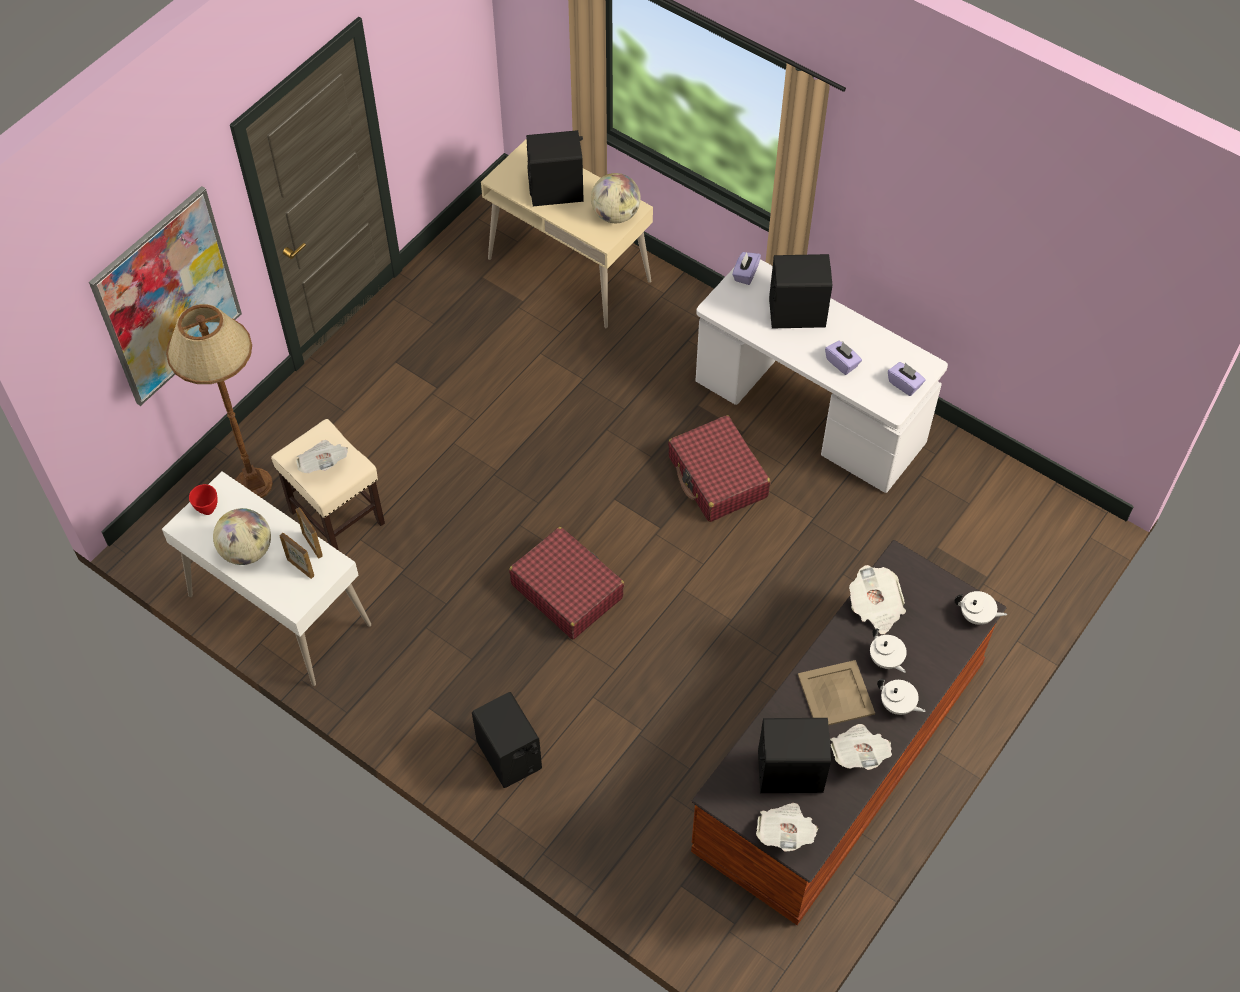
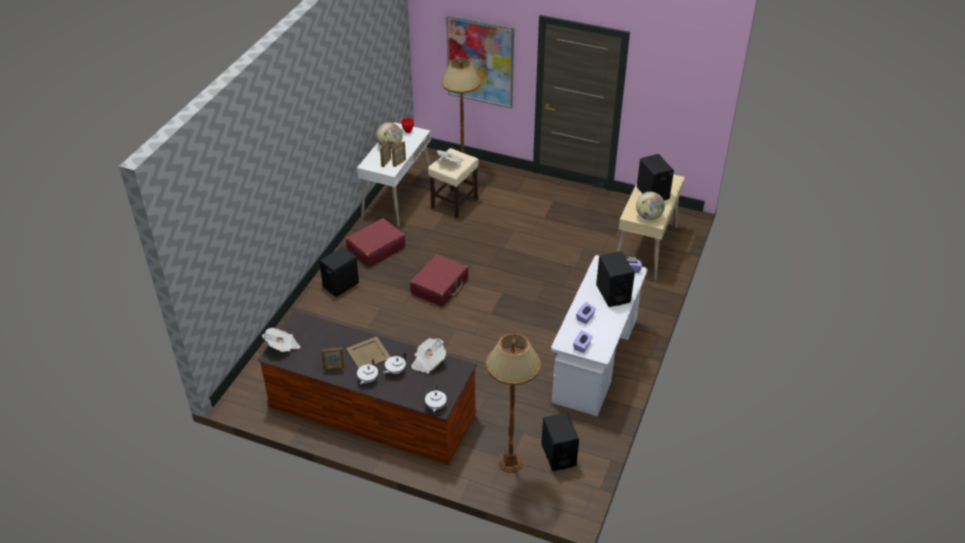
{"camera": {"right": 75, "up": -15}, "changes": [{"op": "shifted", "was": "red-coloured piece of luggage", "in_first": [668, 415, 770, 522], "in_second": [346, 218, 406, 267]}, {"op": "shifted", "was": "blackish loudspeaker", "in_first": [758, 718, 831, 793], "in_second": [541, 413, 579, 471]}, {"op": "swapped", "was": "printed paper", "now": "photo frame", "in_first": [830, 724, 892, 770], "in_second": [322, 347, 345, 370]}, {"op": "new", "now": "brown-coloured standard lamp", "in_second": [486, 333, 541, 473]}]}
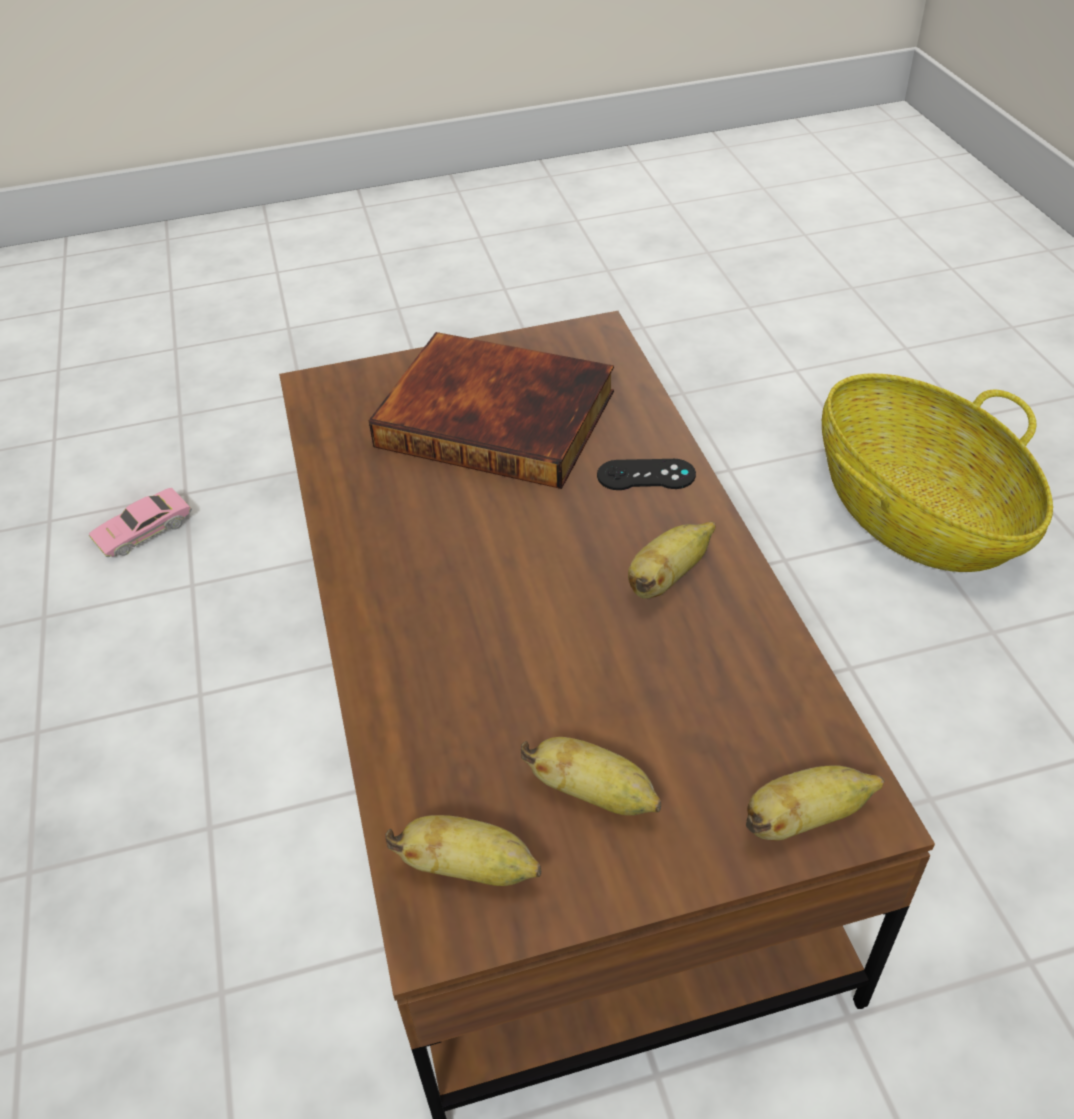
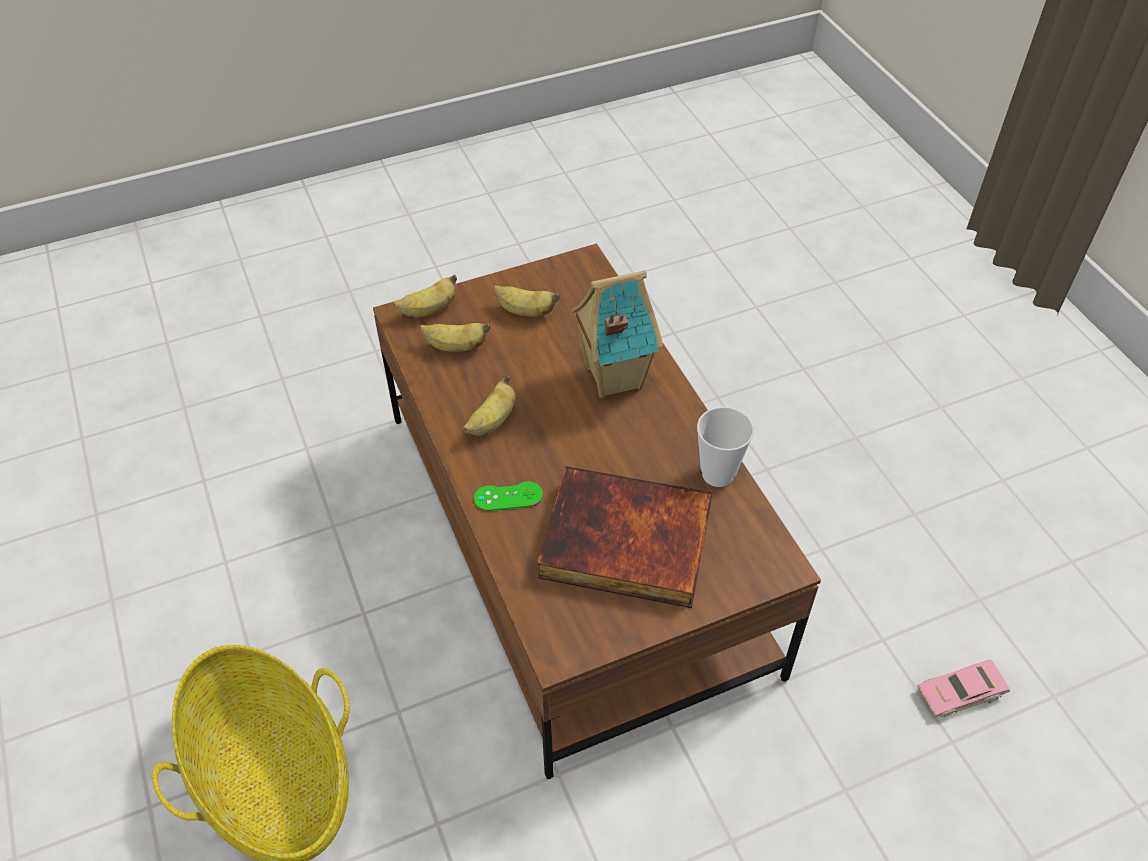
{"camera": {"right": 170, "up": 5}, "changes": [{"op": "rotated", "was": "pinkish model car", "in_first": [89, 488, 192, 557], "in_second": [917, 660, 1010, 717], "clockwise": -150}, {"op": "shifted", "was": "banana fruit", "in_first": [385, 815, 541, 886], "in_second": [420, 323, 491, 352]}, {"op": "repainted", "was": "blackish gamepad", "now": "green gamepad", "in_first": [597, 459, 696, 490], "in_second": [474, 481, 543, 511]}, {"op": "new", "now": "model house", "in_second": [571, 270, 663, 398]}, {"op": "new", "now": "small cup", "in_second": [697, 407, 754, 487]}]}
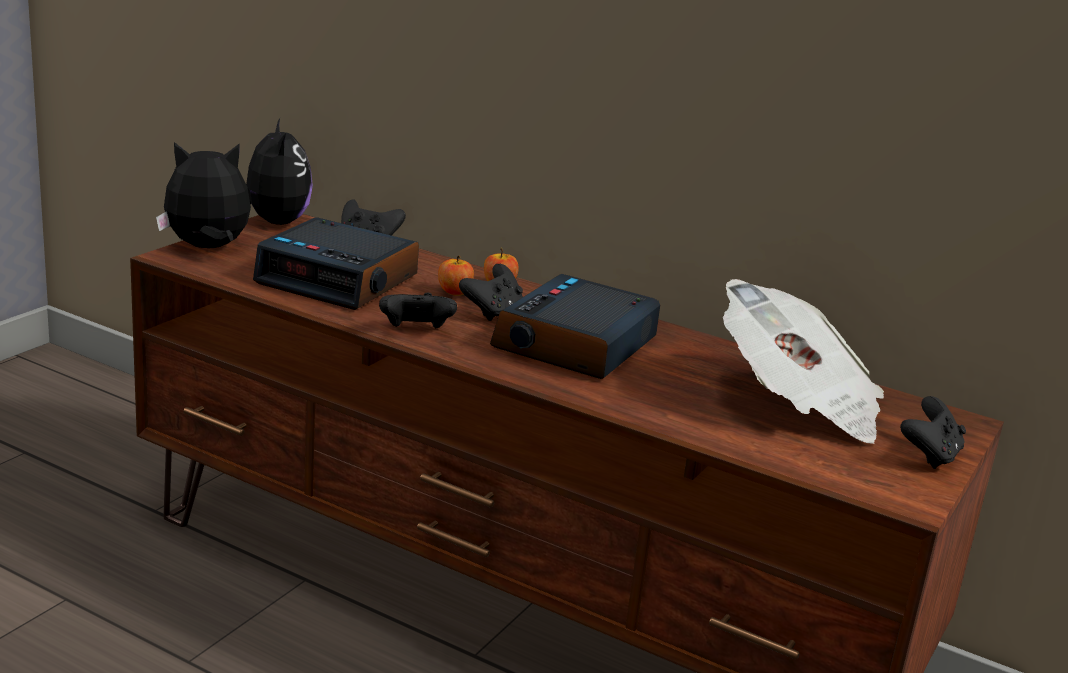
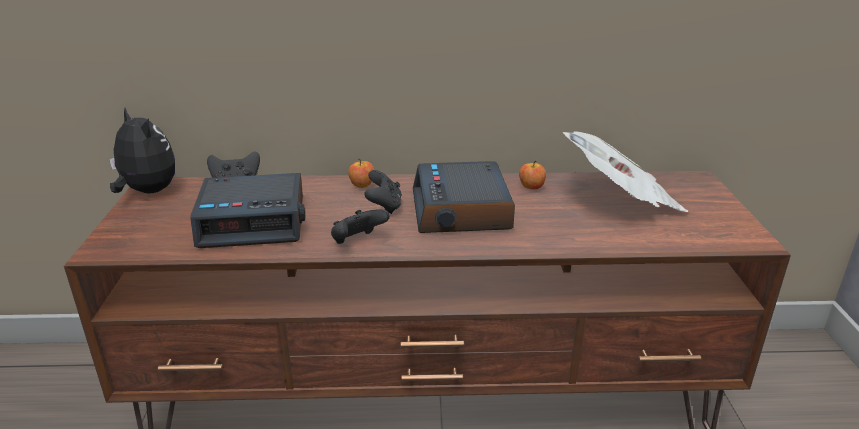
{"camera": {"right": -30, "up": 5}, "changes": [{"op": "gone", "was": "soft toy", "in_first": [156, 142, 251, 248]}, {"op": "shifted", "was": "whole apple", "in_first": [438, 256, 474, 296], "in_second": [519, 161, 546, 190]}, {"op": "gone", "was": "blackish gamepad", "in_first": [900, 396, 966, 469]}]}
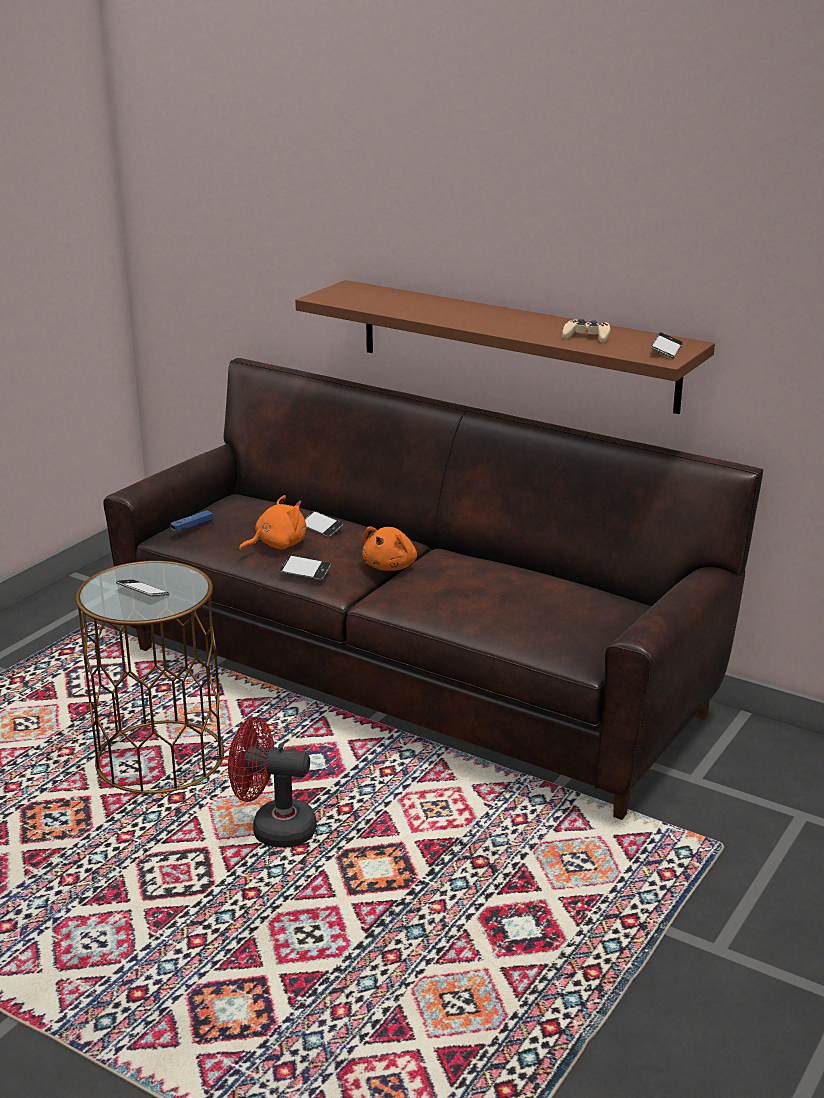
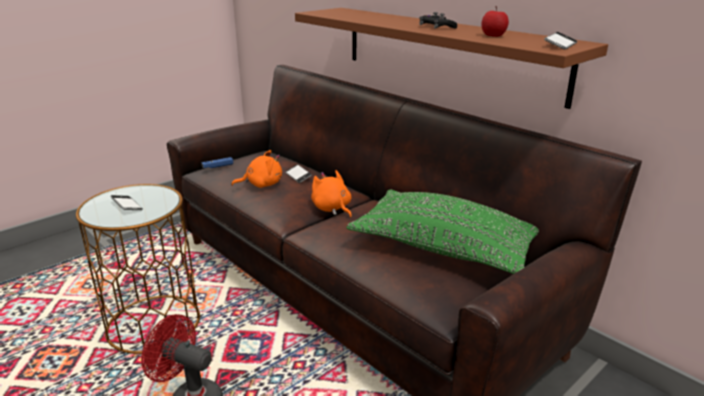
{"camera": {"right": 15, "up": 0}, "changes": [{"op": "gone", "was": "telephone", "in_first": [280, 555, 331, 580]}, {"op": "rotated", "was": "orangey soft toy", "in_first": [362, 526, 417, 571], "in_second": [311, 170, 352, 218], "clockwise": 105}, {"op": "swapped", "was": "beige gamepad", "now": "whole apple", "in_first": [562, 319, 611, 343], "in_second": [481, 6, 509, 37]}, {"op": "new", "now": "green cushion", "in_second": [346, 189, 539, 274]}, {"op": "new", "now": "blackish gamepad", "in_second": [419, 12, 457, 29]}]}
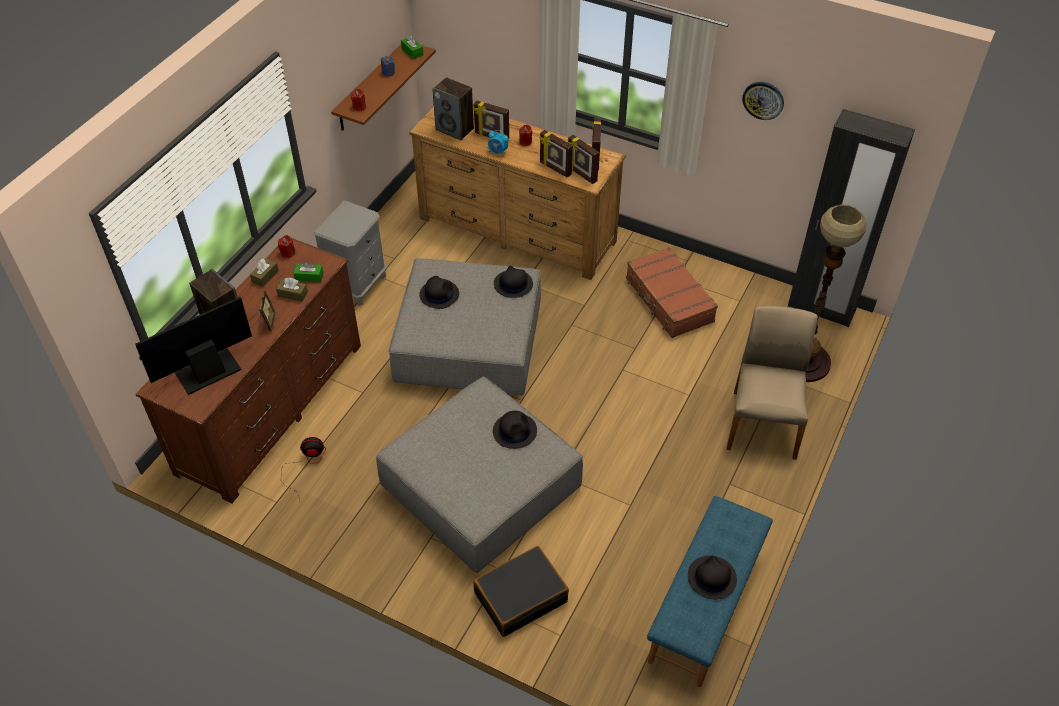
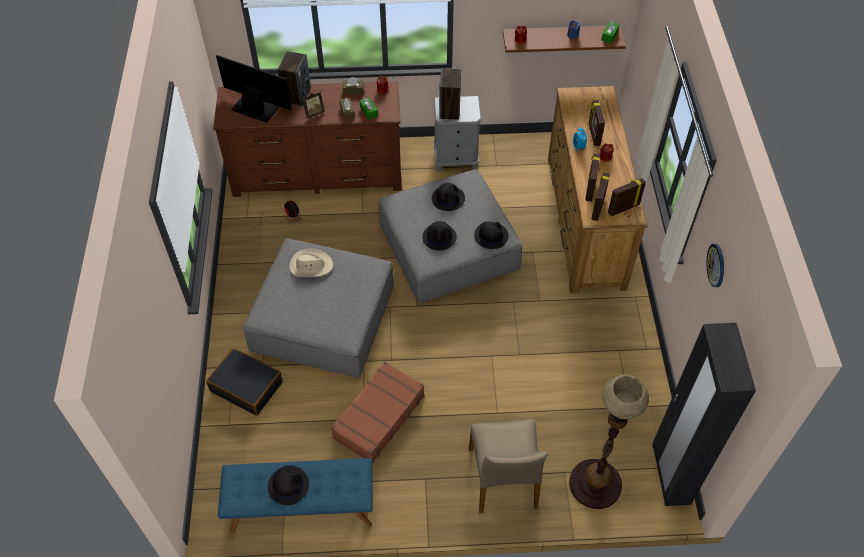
{"camera": {"right": 60, "up": 5}, "changes": [{"op": "shifted", "was": "loudspeaker", "in_first": [432, 77, 474, 140], "in_second": [439, 68, 461, 119]}, {"op": "shifted", "was": "blackish clothing hat", "in_first": [493, 411, 537, 449], "in_second": [422, 221, 457, 251]}, {"op": "shifted", "was": "brown-coloured piece of luggage", "in_first": [626, 247, 718, 338], "in_second": [331, 362, 425, 463]}, {"op": "rotated", "was": "beige chair", "in_first": [727, 305, 818, 460], "in_second": [469, 419, 548, 514], "clockwise": 105}, {"op": "new", "now": "beige clothing hat", "in_second": [289, 248, 334, 277]}]}
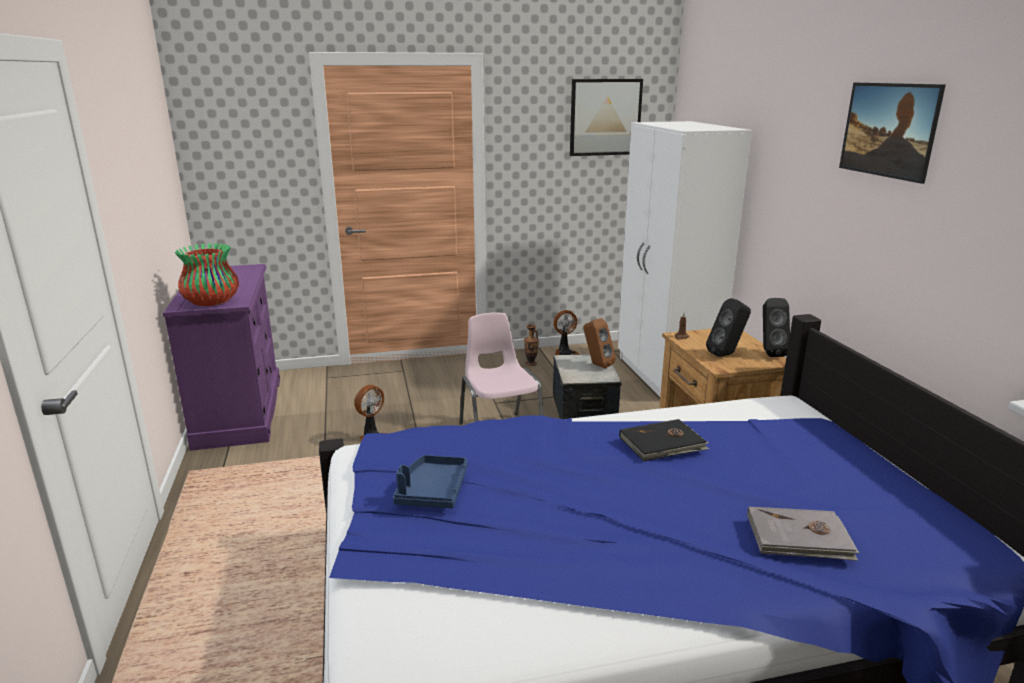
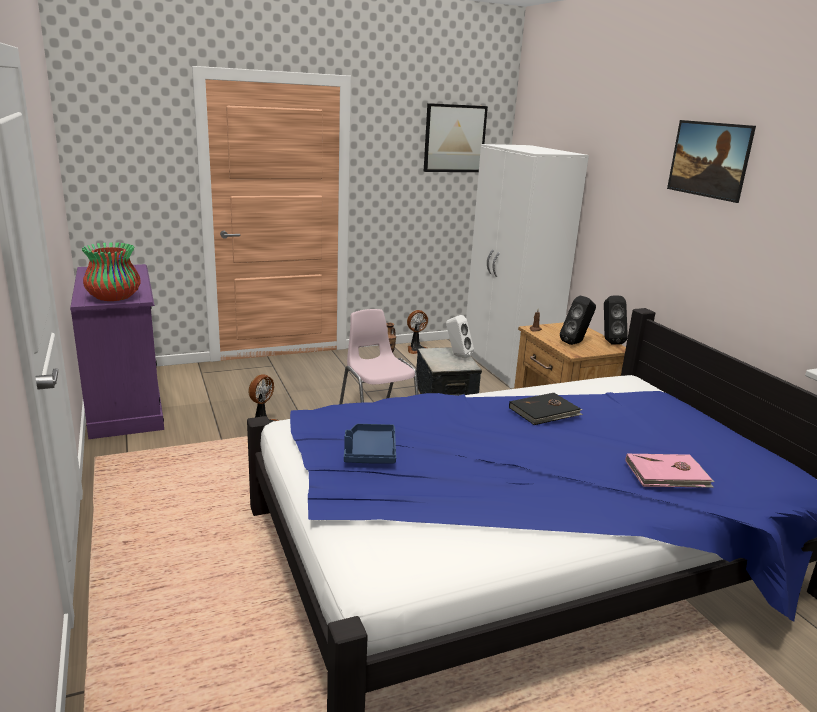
{"camera": {"right": -10, "up": 0}, "changes": [{"op": "repainted", "was": "brown-coloured loudspeaker", "now": "white-coloured loudspeaker", "in_first": [584, 318, 616, 368], "in_second": [446, 315, 474, 359]}, {"op": "repainted", "was": "greyish bound book", "now": "pinkish bound book", "in_first": [747, 507, 859, 561], "in_second": [625, 454, 715, 488]}]}
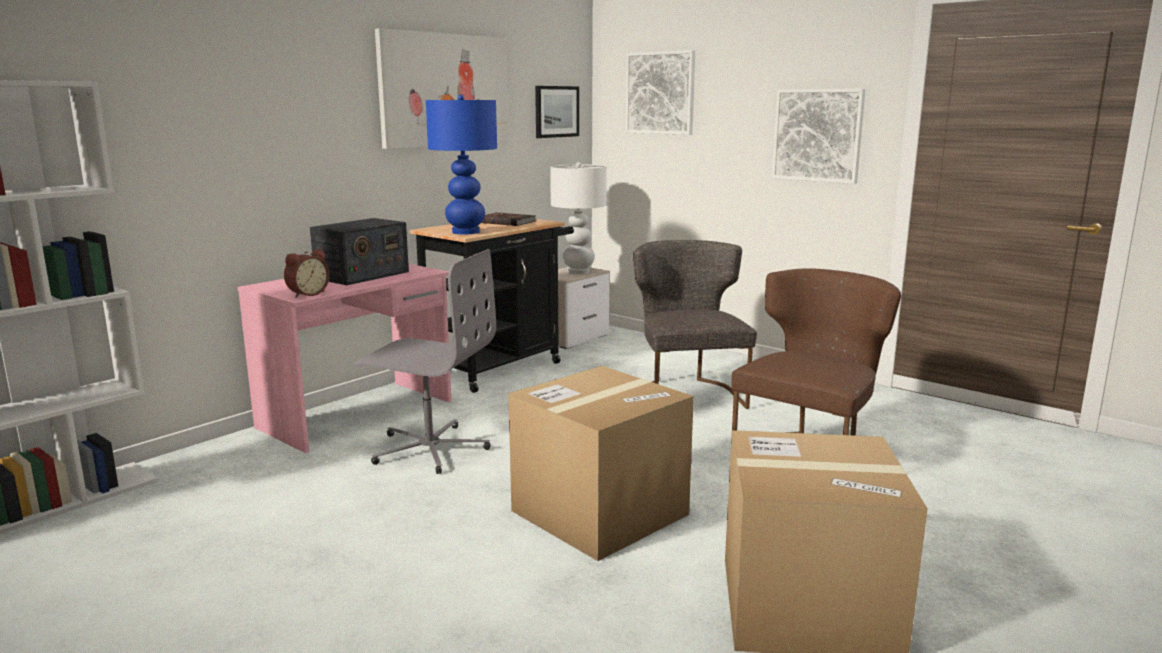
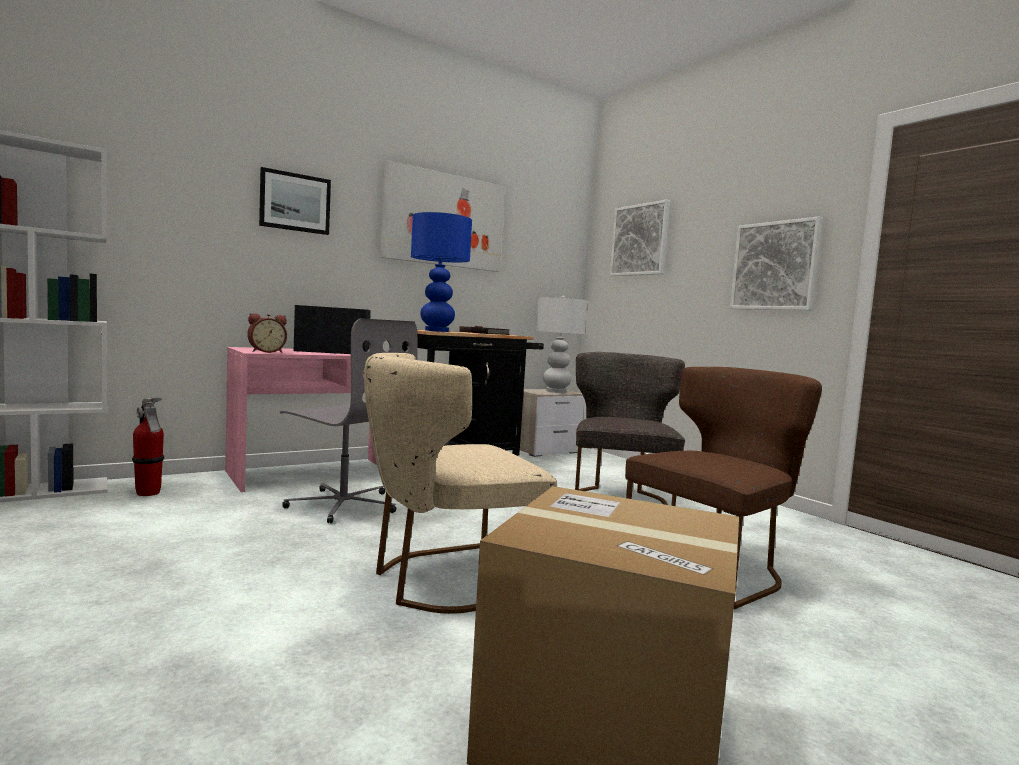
{"camera": {"right": 15, "up": -10}, "changes": [{"op": "rotated", "was": "radio set", "in_first": [310, 218, 409, 285], "in_second": [294, 305, 371, 354], "clockwise": -150}, {"op": "swapped", "was": "packing box", "now": "beige chair", "in_first": [508, 366, 694, 561], "in_second": [364, 353, 557, 614]}, {"op": "shifted", "was": "wall art", "in_first": [535, 86, 579, 138], "in_second": [259, 167, 331, 235]}, {"op": "new", "now": "extinguisher", "in_second": [132, 398, 165, 496]}]}
